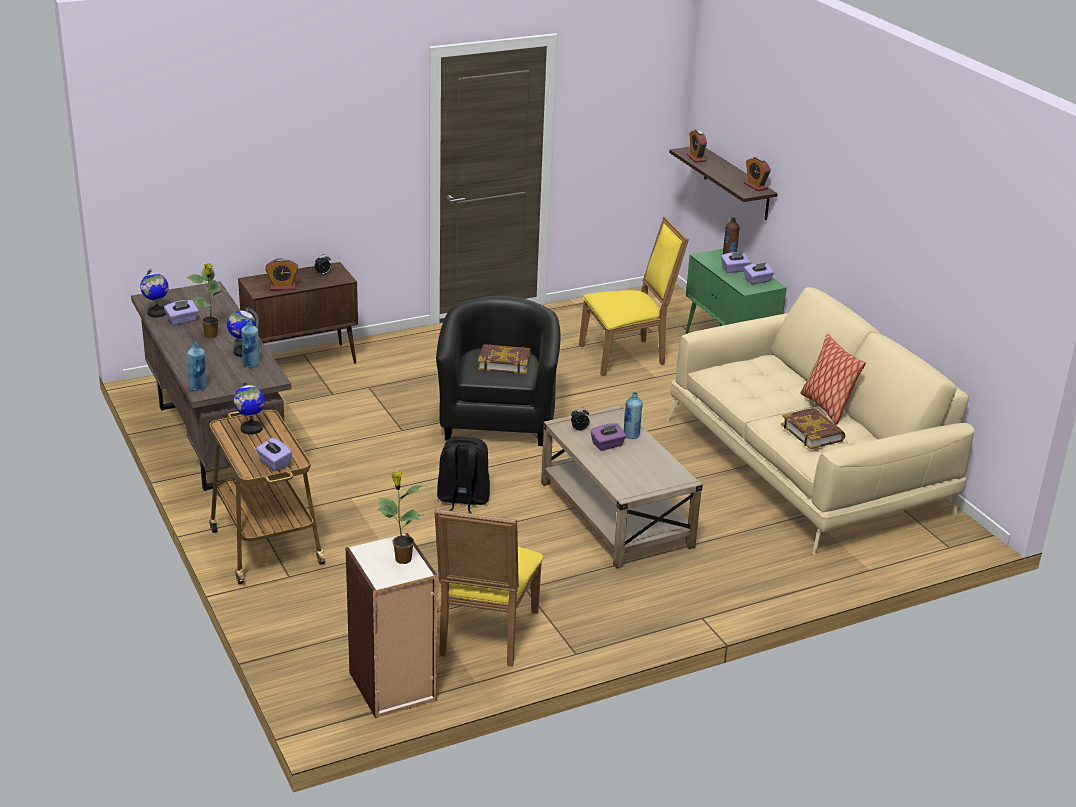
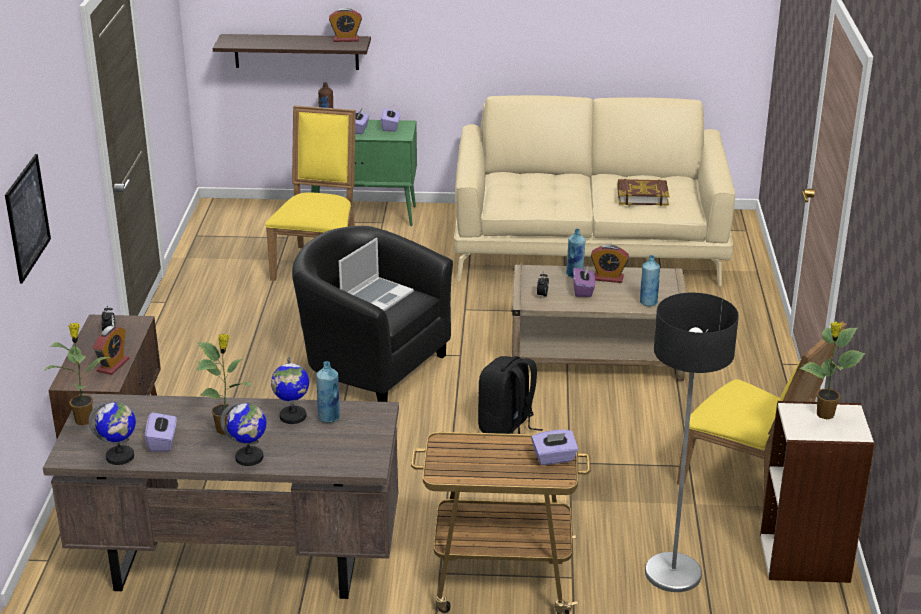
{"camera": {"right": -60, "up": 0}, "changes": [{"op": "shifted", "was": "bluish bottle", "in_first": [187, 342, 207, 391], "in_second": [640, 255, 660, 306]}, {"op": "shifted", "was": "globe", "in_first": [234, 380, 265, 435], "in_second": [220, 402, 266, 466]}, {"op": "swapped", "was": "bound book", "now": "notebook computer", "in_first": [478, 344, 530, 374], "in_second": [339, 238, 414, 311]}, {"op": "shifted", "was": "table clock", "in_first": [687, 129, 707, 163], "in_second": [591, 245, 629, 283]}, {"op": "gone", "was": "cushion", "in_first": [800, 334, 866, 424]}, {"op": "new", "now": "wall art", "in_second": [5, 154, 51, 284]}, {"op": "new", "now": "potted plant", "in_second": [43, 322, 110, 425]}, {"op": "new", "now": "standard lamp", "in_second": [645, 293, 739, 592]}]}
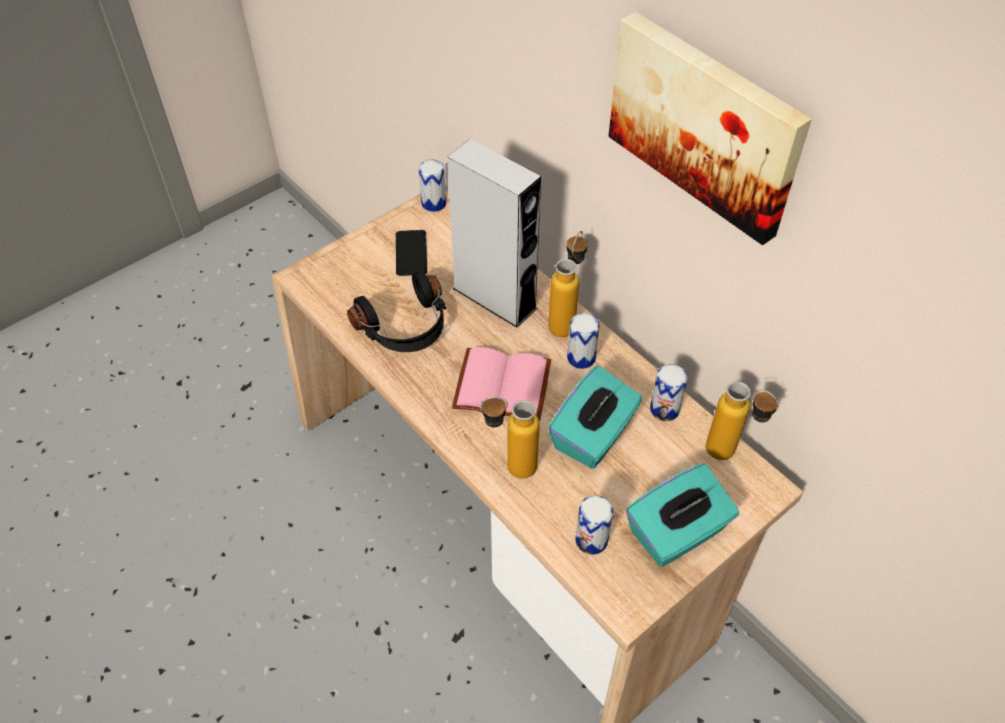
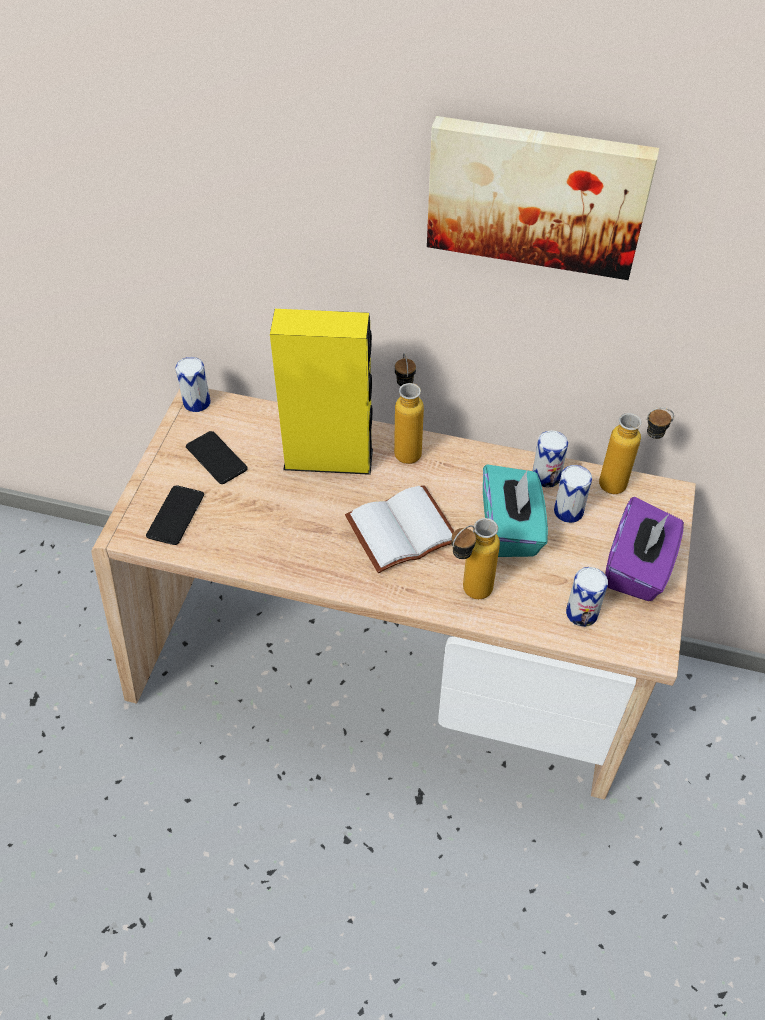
{"camera": {"right": -35, "up": 0}, "changes": [{"op": "gone", "was": "blackish headset", "in_first": [347, 271, 446, 352]}, {"op": "repainted", "was": "greyish loudspeaker", "now": "yellow loudspeaker", "in_first": [447, 139, 541, 328], "in_second": [270, 309, 373, 475]}, {"op": "repainted", "was": "pinkish bound book", "now": "white-coloured bound book", "in_first": [452, 347, 551, 421], "in_second": [345, 485, 454, 573]}, {"op": "shifted", "was": "metal can", "in_first": [567, 313, 600, 369], "in_second": [554, 465, 592, 523]}, {"op": "repainted", "was": "turquoise tissue holder", "now": "purplish tissue holder", "in_first": [626, 463, 739, 567], "in_second": [605, 497, 684, 601]}, {"op": "new", "now": "telephone", "in_second": [146, 485, 204, 545]}]}
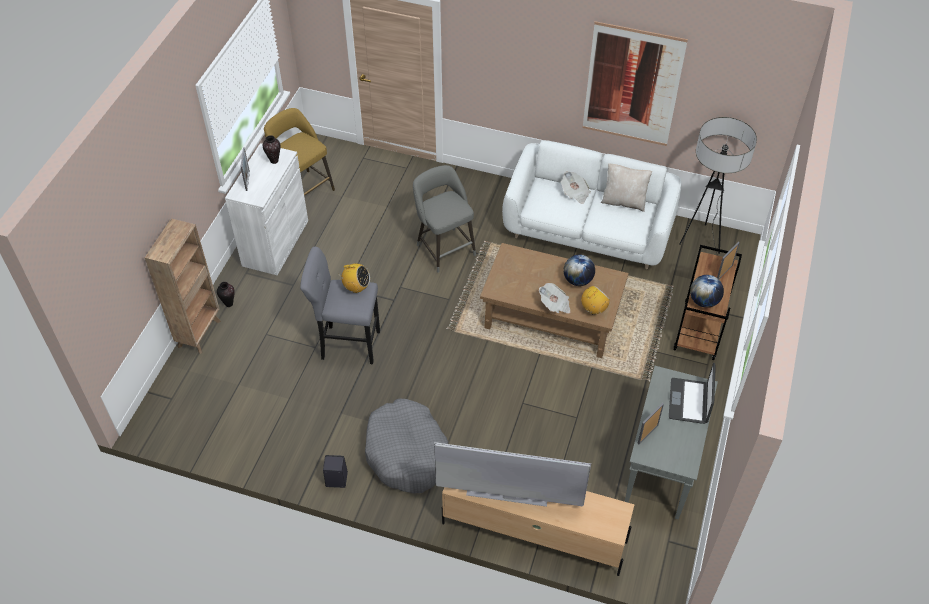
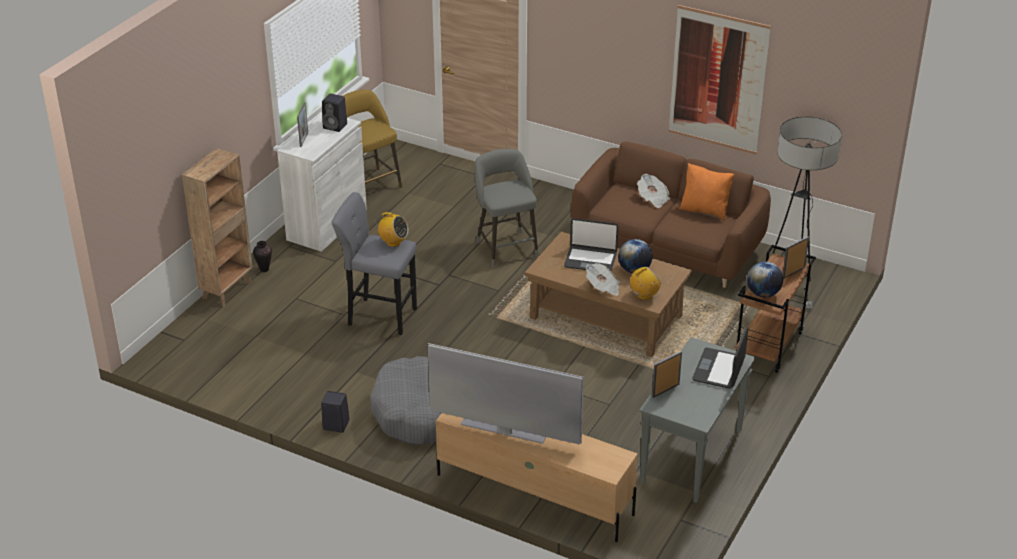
{"camera": {"right": 10, "up": -15}, "changes": [{"op": "swapped", "was": "decorative vase", "now": "blackish loudspeaker", "in_first": [263, 135, 281, 164], "in_second": [322, 93, 347, 132]}, {"op": "repainted", "was": "white-coloured settee", "now": "brown-coloured settee", "in_first": [502, 140, 681, 269], "in_second": [571, 141, 771, 288]}, {"op": "repainted", "was": "beige cushion", "now": "orangey cushion", "in_first": [601, 163, 652, 212], "in_second": [679, 163, 734, 221]}, {"op": "new", "now": "notebook computer", "in_second": [564, 218, 618, 271]}]}
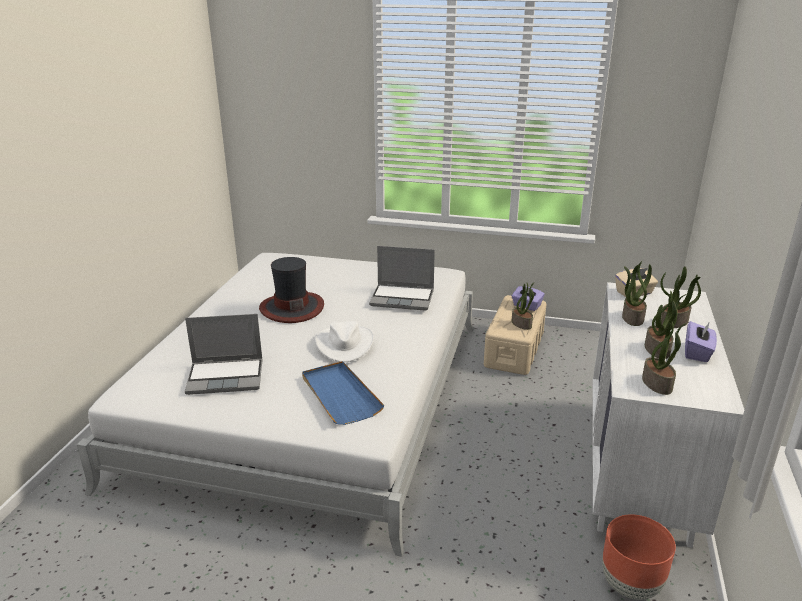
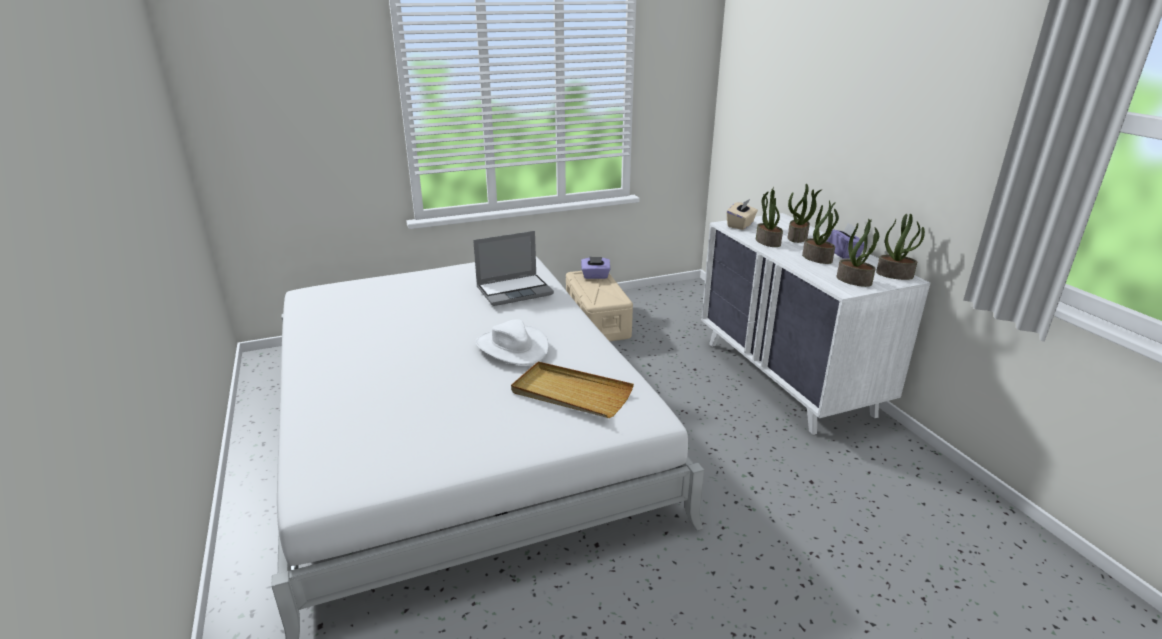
{"camera": {"right": -35, "up": 0}, "changes": [{"op": "gone", "was": "notebook computer", "in_first": [185, 314, 263, 395]}, {"op": "gone", "was": "clothing hat", "in_first": [259, 257, 324, 323]}, {"op": "repainted", "was": "bluish tray", "now": "beige tray", "in_first": [302, 361, 385, 425], "in_second": [511, 361, 634, 418]}, {"op": "shifted", "was": "potted plant", "in_first": [512, 282, 535, 330], "in_second": [876, 214, 925, 280]}, {"op": "gone", "was": "brown-coloured flower pot", "in_first": [602, 514, 676, 600]}]}
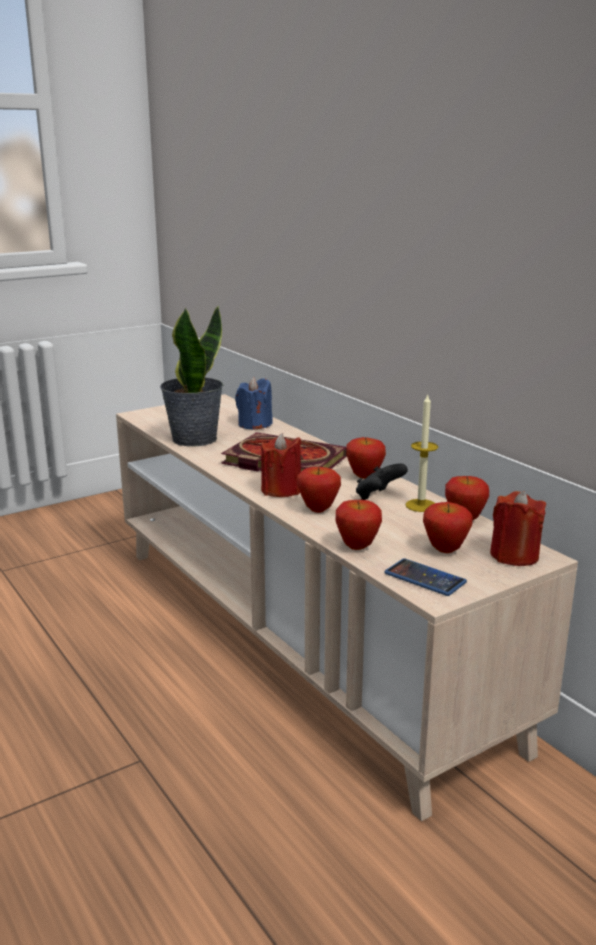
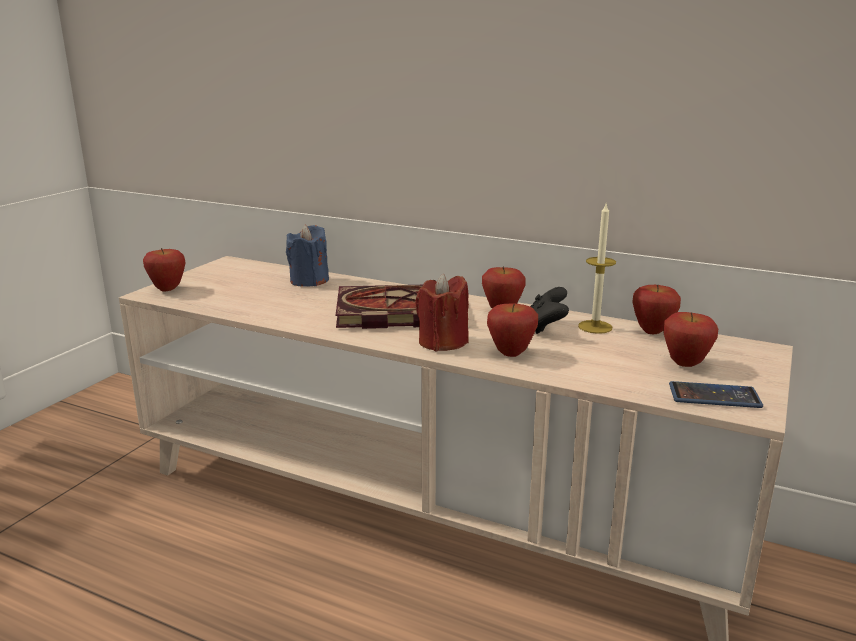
{"camera": {"right": -30, "up": 0}, "changes": [{"op": "gone", "was": "potted plant", "in_first": [160, 306, 223, 446]}, {"op": "shifted", "was": "whole apple", "in_first": [336, 500, 382, 550], "in_second": [143, 248, 186, 292]}, {"op": "gone", "was": "red-coloured candle", "in_first": [490, 491, 546, 566]}]}
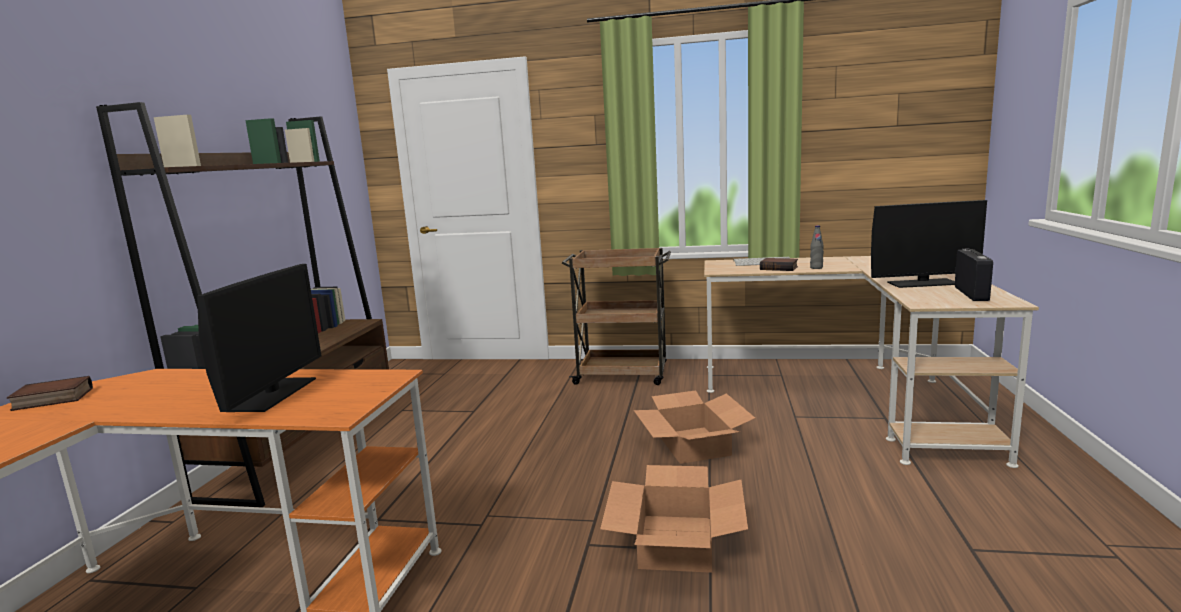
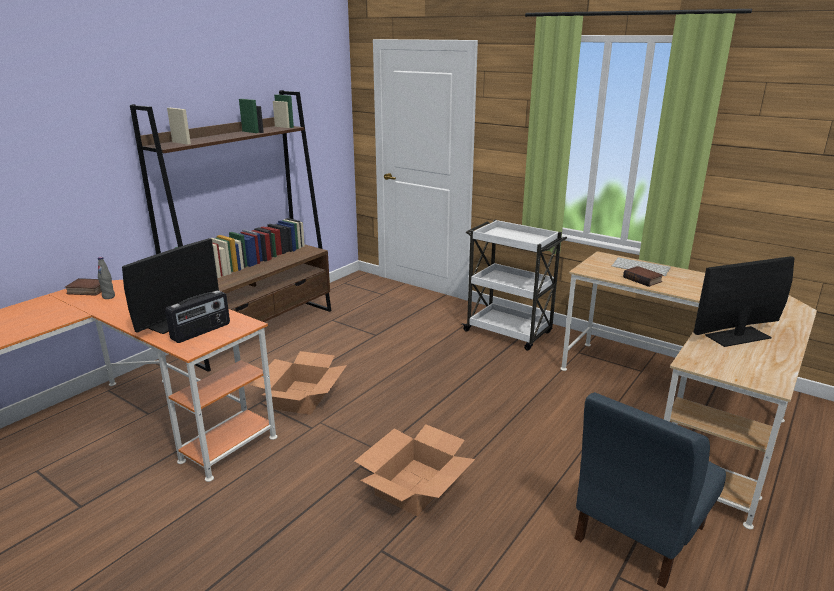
{"camera": {"right": 25, "up": 10}, "changes": [{"op": "repainted", "was": "brown-coloured trolley", "now": "white-coloured trolley", "in_first": [562, 248, 671, 385], "in_second": [462, 220, 567, 351]}, {"op": "shifted", "was": "packing box", "in_first": [633, 390, 755, 464], "in_second": [251, 351, 347, 415]}, {"op": "shifted", "was": "greyish bottle", "in_first": [810, 225, 824, 269], "in_second": [98, 257, 115, 299]}, {"op": "rotated", "was": "monitor", "in_first": [871, 200, 987, 288], "in_second": [693, 256, 794, 347], "clockwise": 135}, {"op": "shifted", "was": "radio set", "in_first": [955, 249, 993, 301], "in_second": [165, 290, 230, 343]}, {"op": "new", "now": "bluish chair", "in_second": [574, 392, 726, 588]}]}
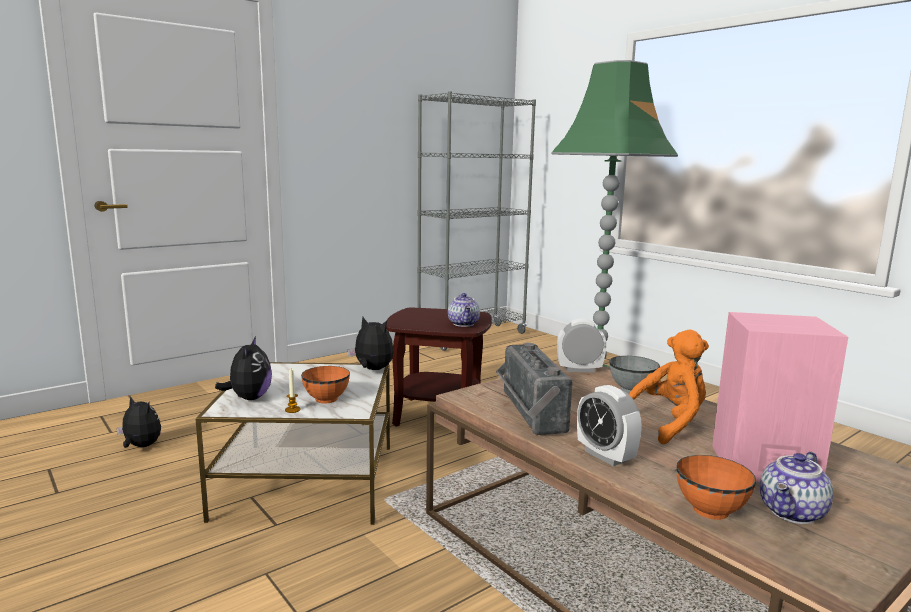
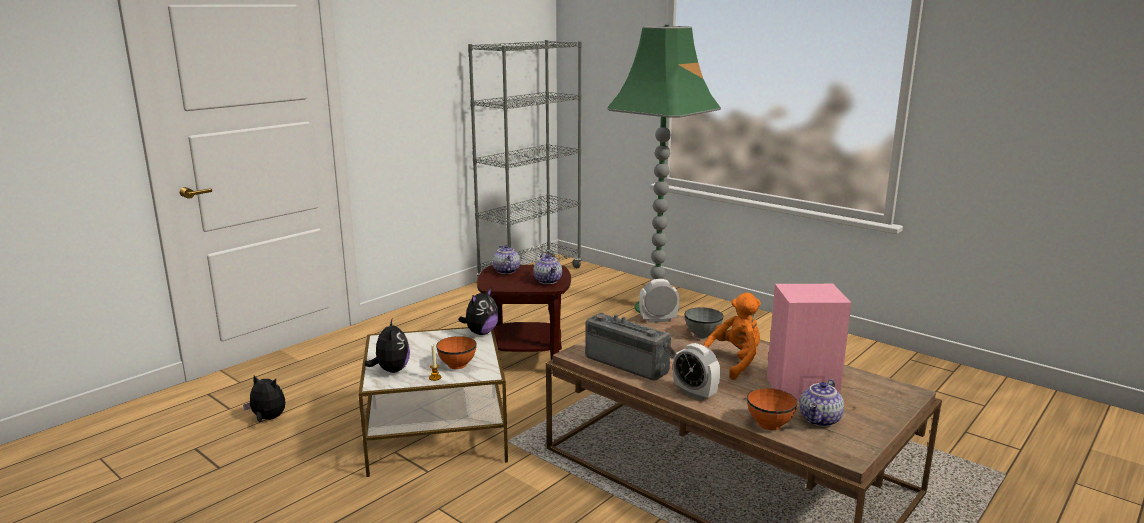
{"camera": {"right": -10, "up": 5}, "changes": [{"op": "rotated", "was": "soft toy", "in_first": [348, 317, 394, 370], "in_second": [458, 288, 499, 335], "clockwise": 105}, {"op": "rotated", "was": "radio set", "in_first": [496, 343, 572, 435], "in_second": [585, 313, 676, 380], "clockwise": 150}, {"op": "new", "now": "teapot", "in_second": [492, 245, 520, 274]}]}
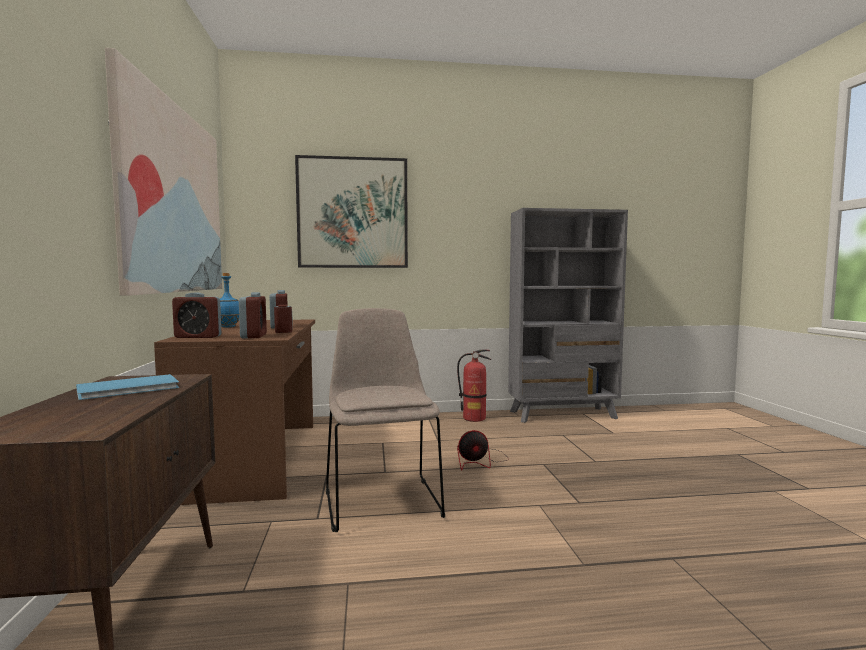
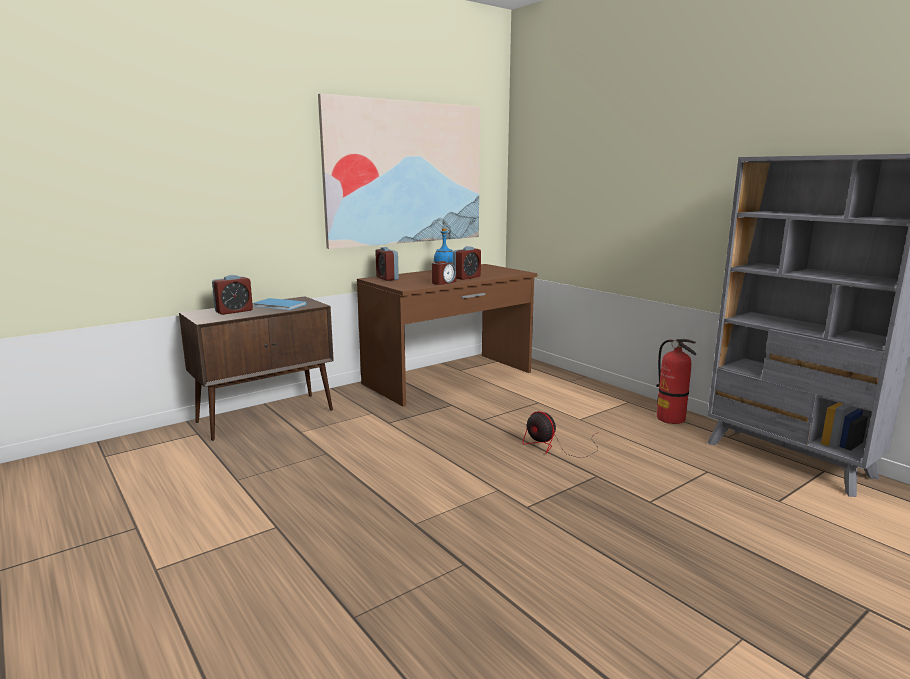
{"camera": {"right": 60, "up": 10}, "changes": [{"op": "shifted", "was": "table clock", "in_first": [239, 292, 267, 338], "in_second": [212, 275, 253, 315]}, {"op": "gone", "was": "wall art", "in_first": [295, 155, 408, 268]}, {"op": "gone", "was": "beige chair", "in_first": [326, 308, 445, 532]}]}
